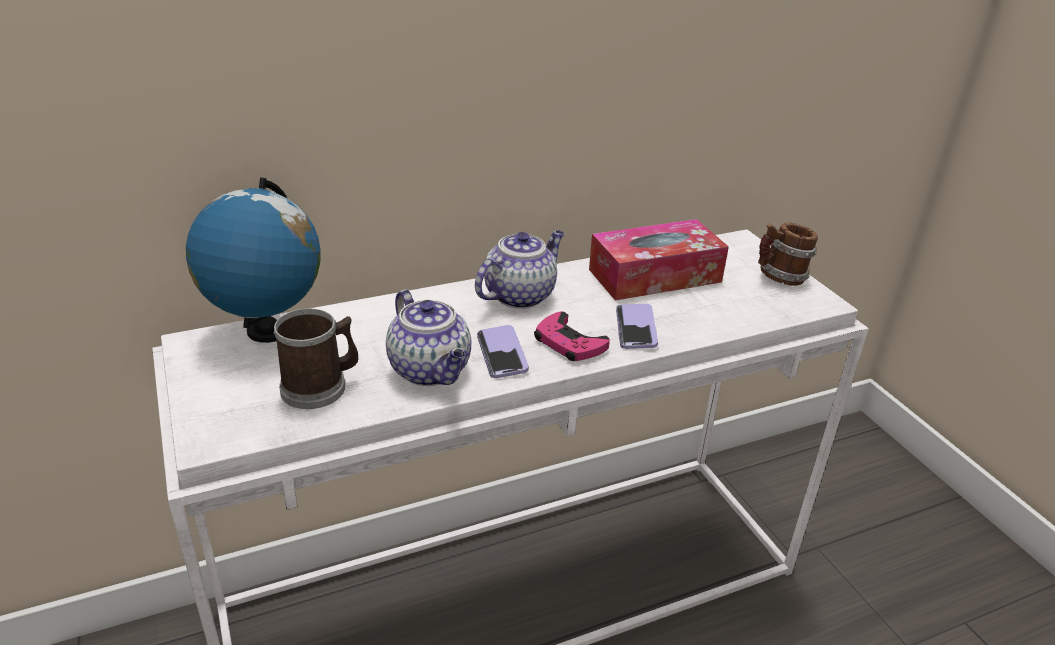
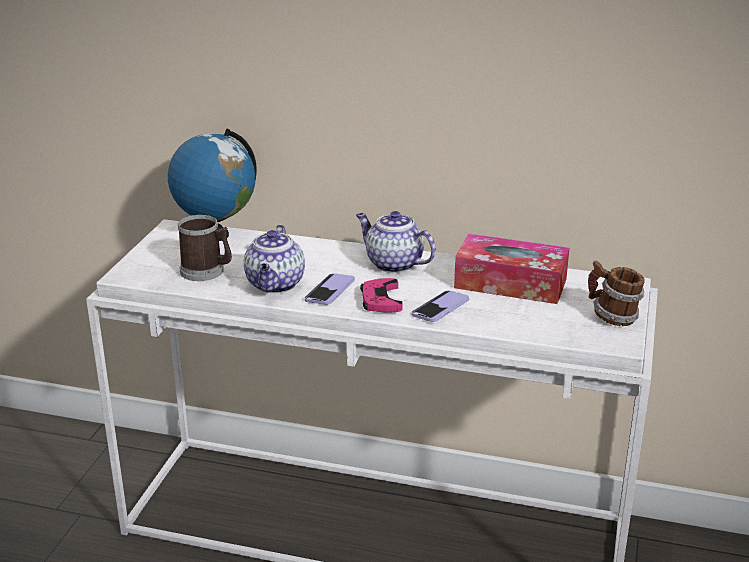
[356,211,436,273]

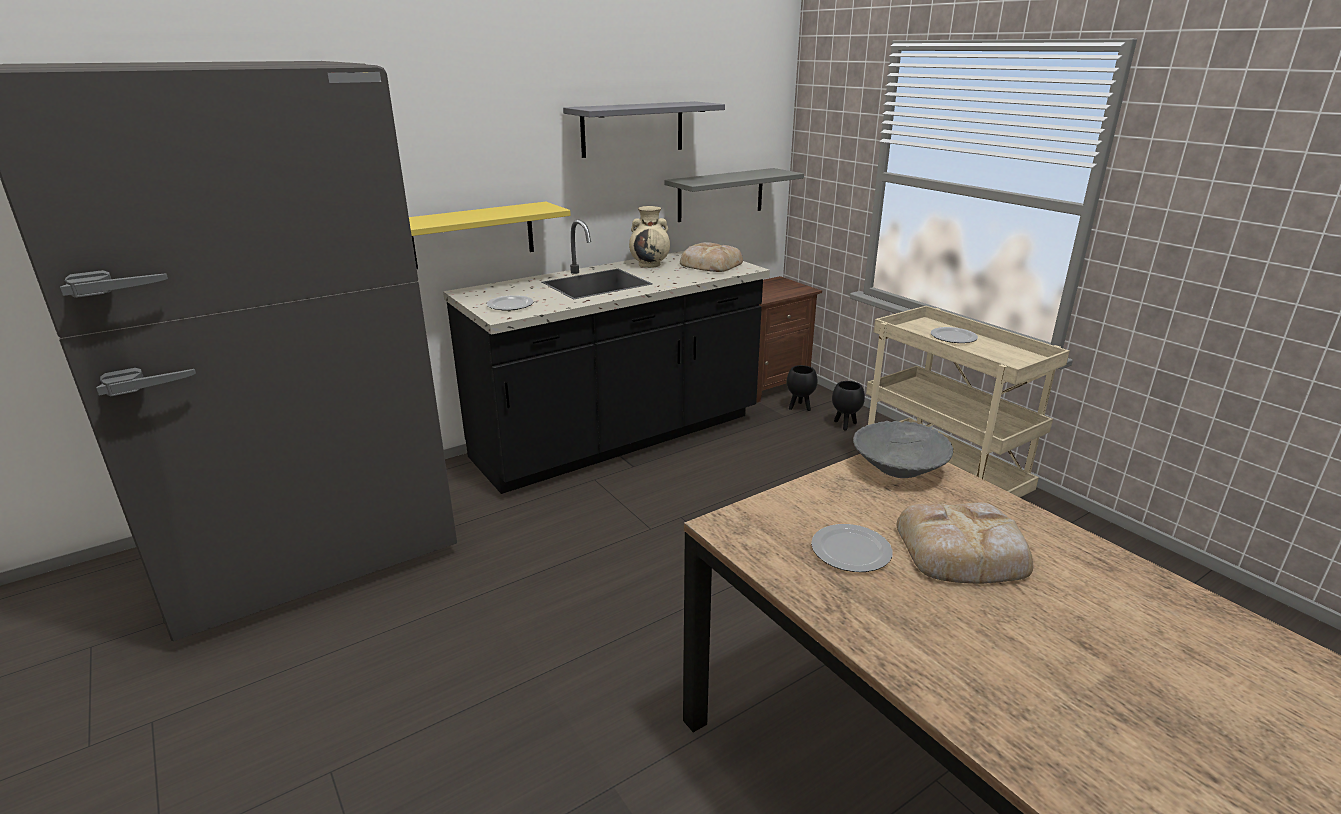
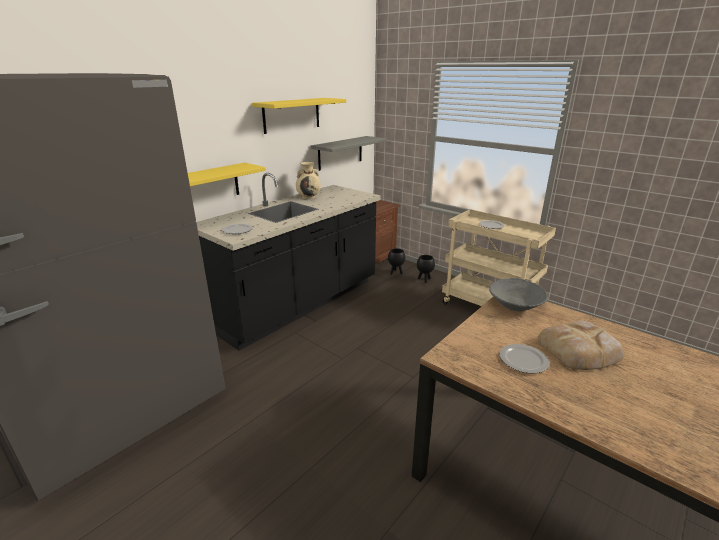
[680,242,743,272] (first image)
[252,98,346,134]

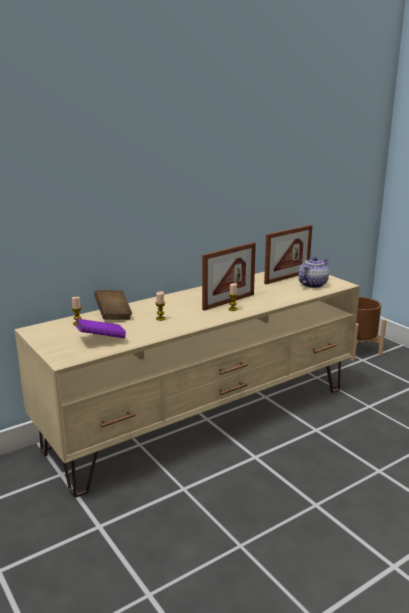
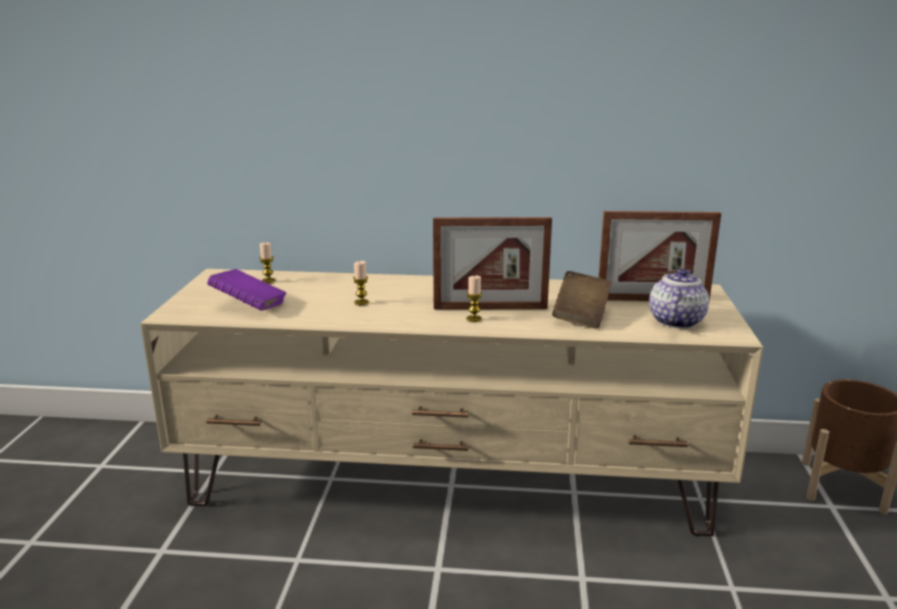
[552,271,612,329]
[649,269,709,329]

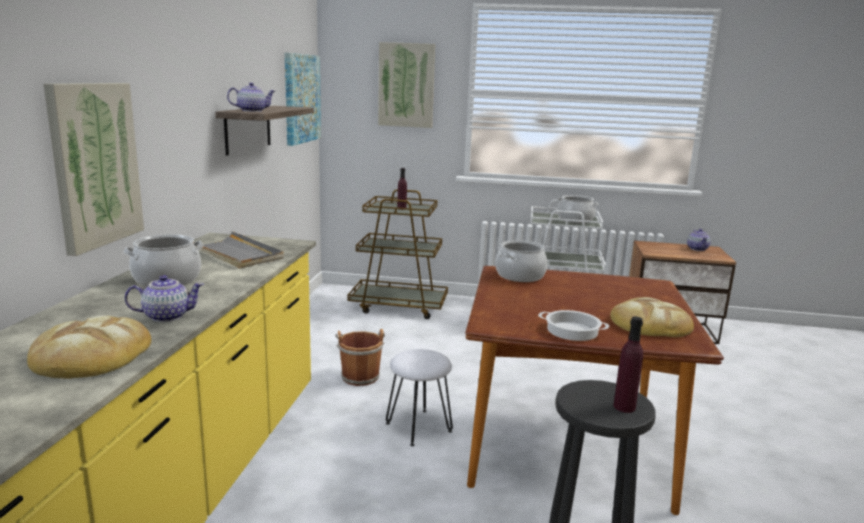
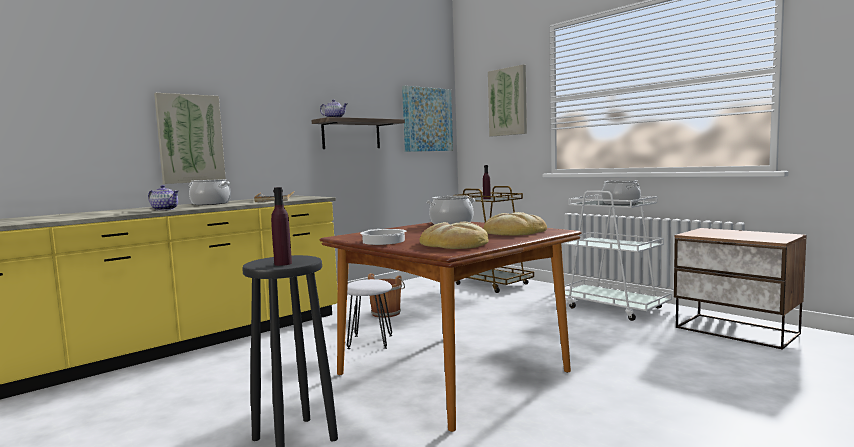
[687,229,711,251] (first image)
[483,212,547,236]

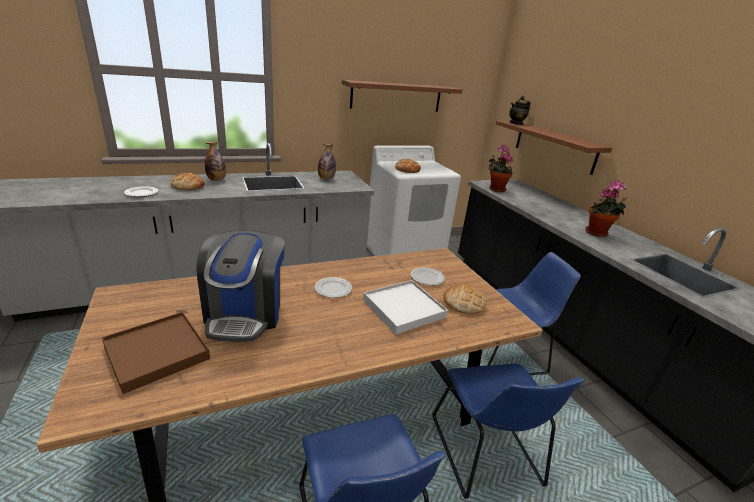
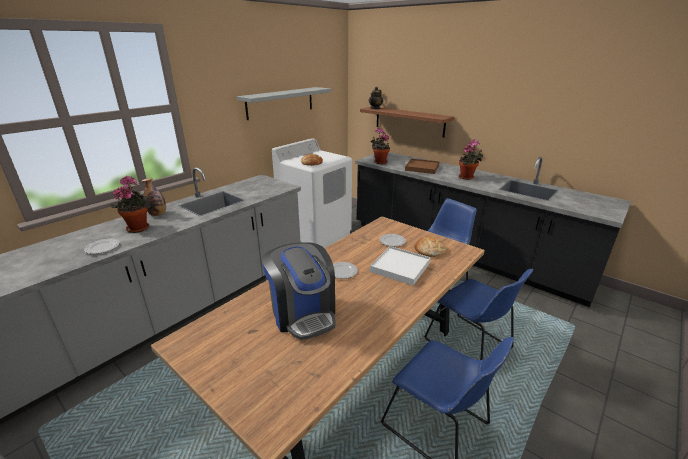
[318,144,336,179] (first image)
[405,159,439,174]
[111,176,151,233]
[236,87,331,120]

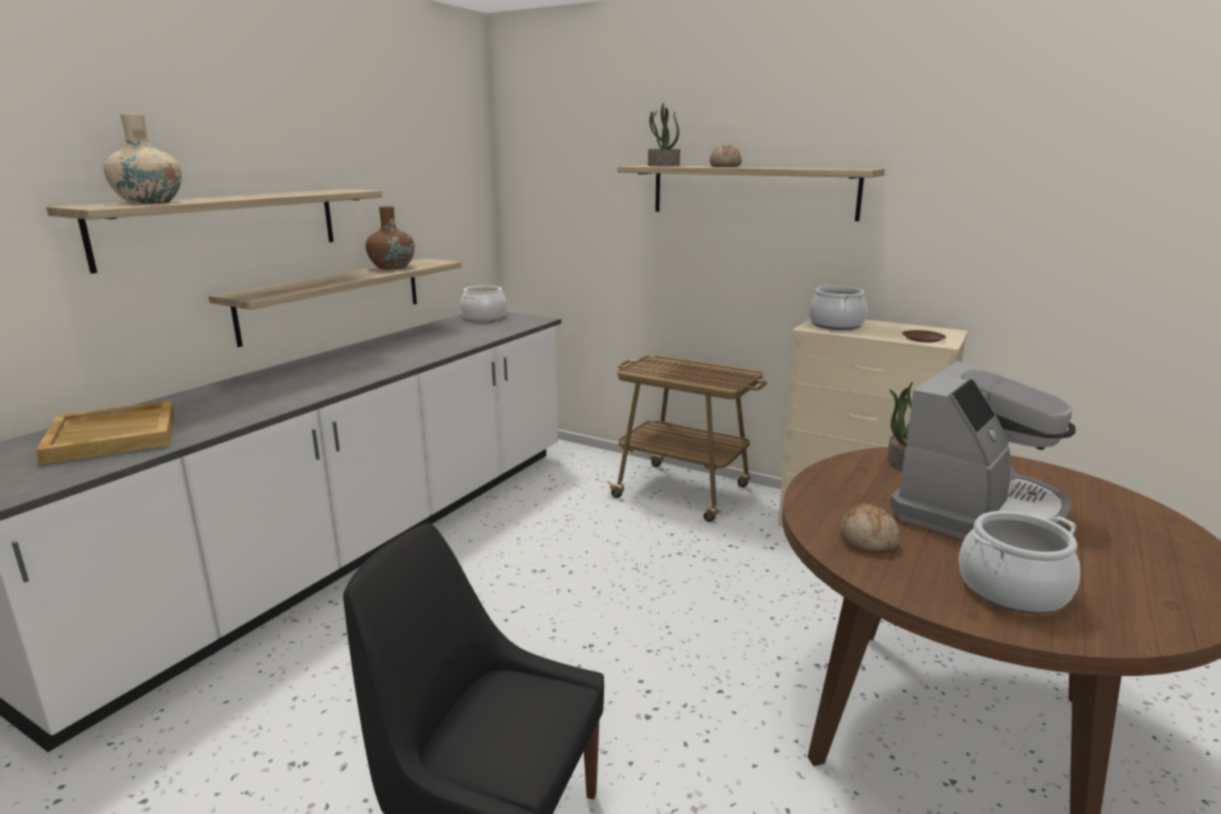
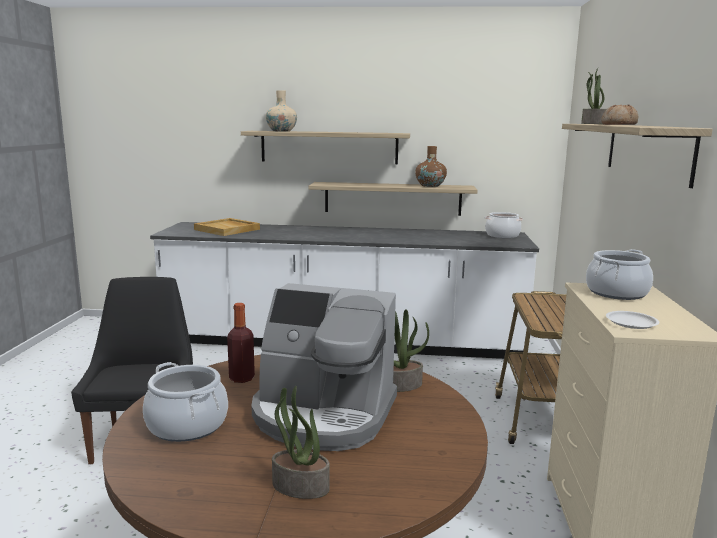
[272,386,330,499]
[227,303,255,383]
[606,311,659,329]

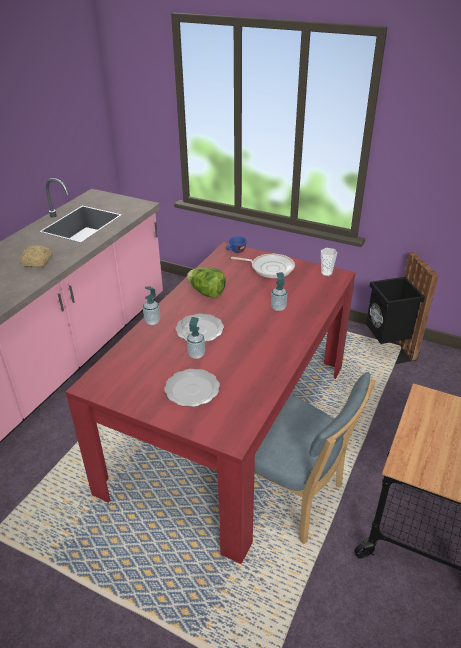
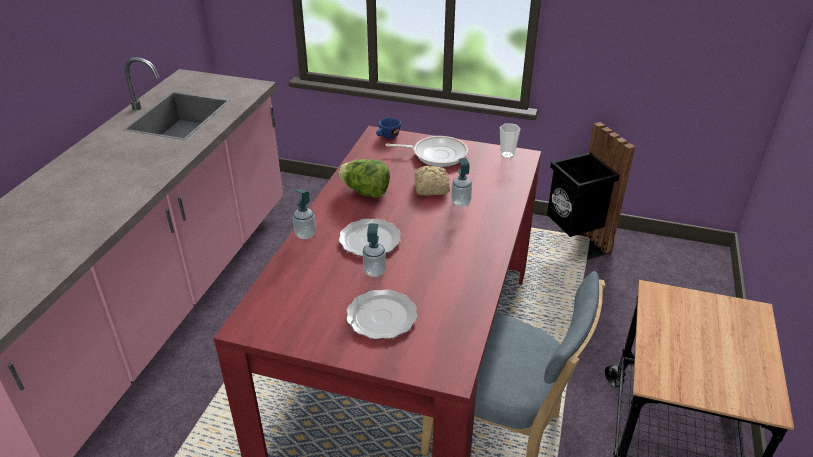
[414,165,450,196]

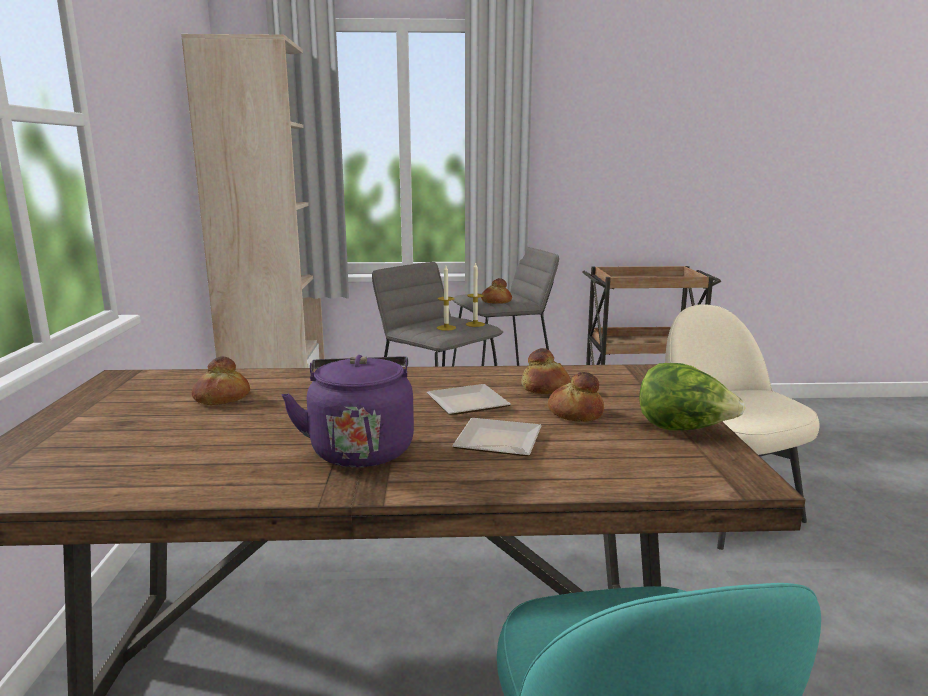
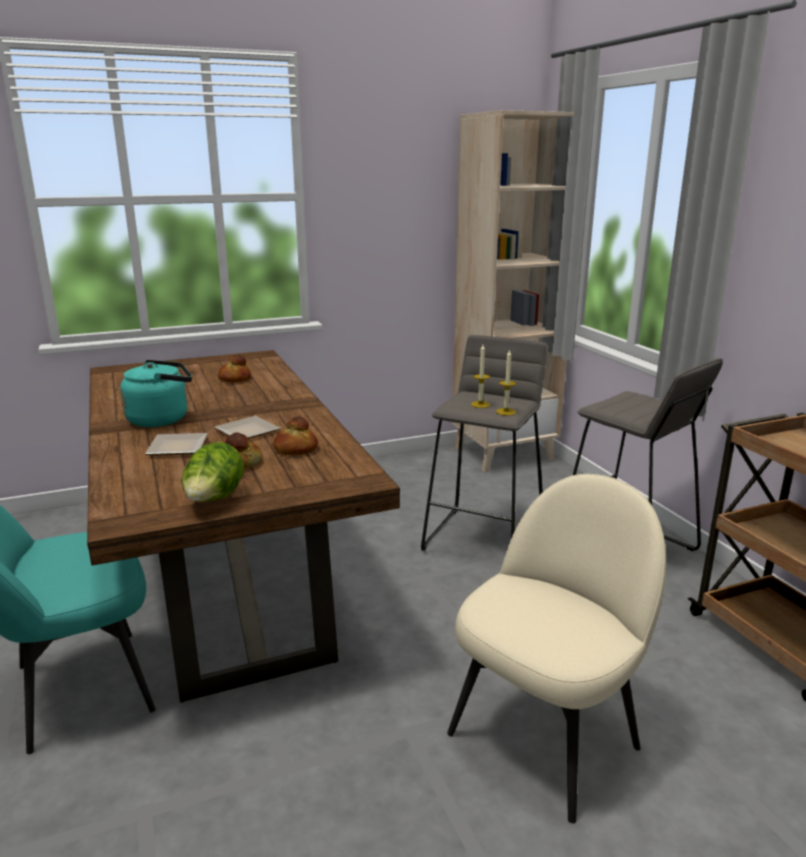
[481,278,512,304] (first image)
[120,360,192,427]

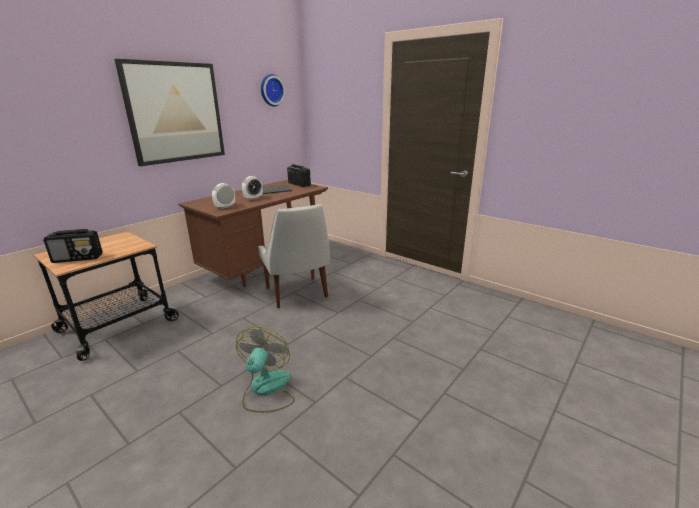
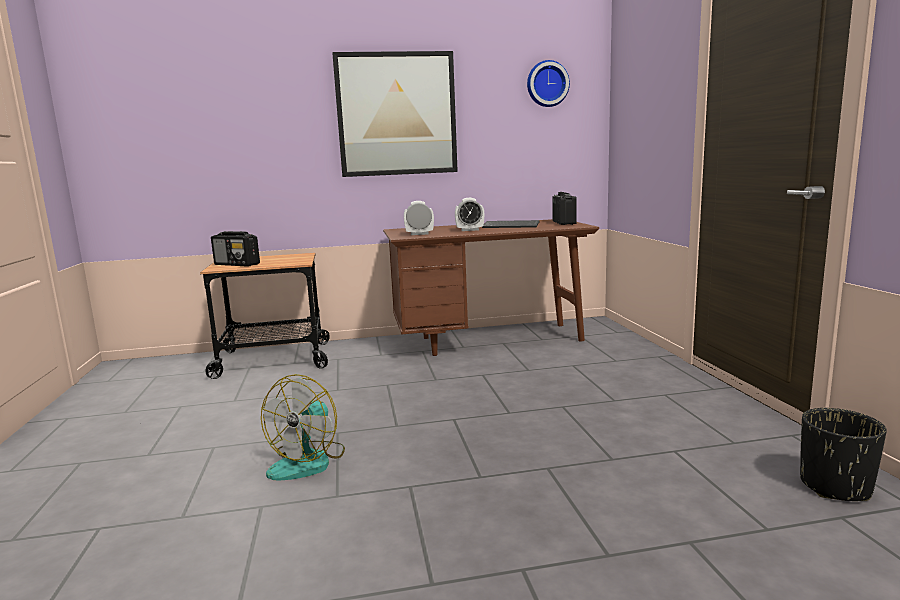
[258,204,330,308] (first image)
[800,408,887,501]
[261,374,345,480]

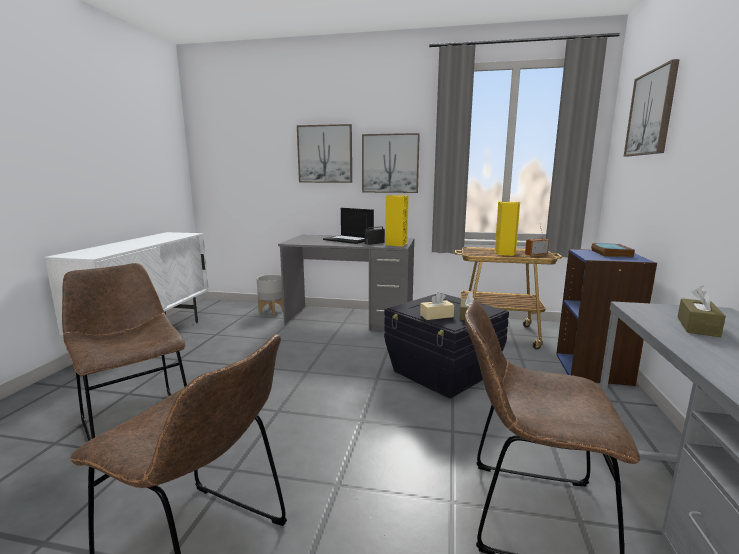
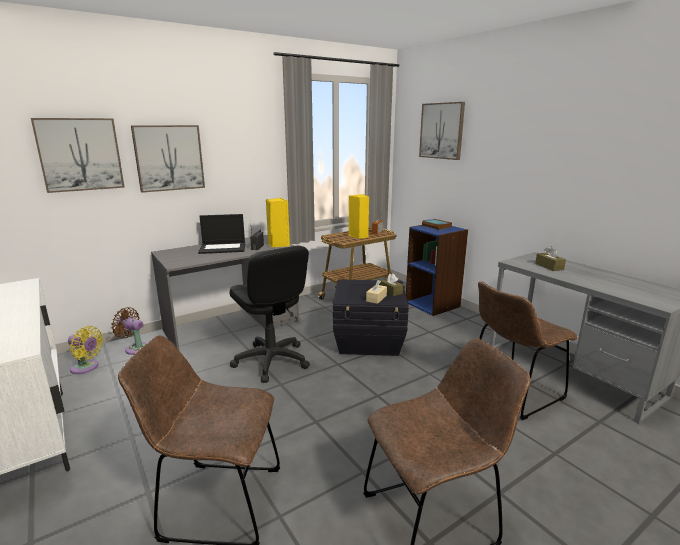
[68,326,103,374]
[229,245,310,383]
[31,118,125,193]
[111,307,147,355]

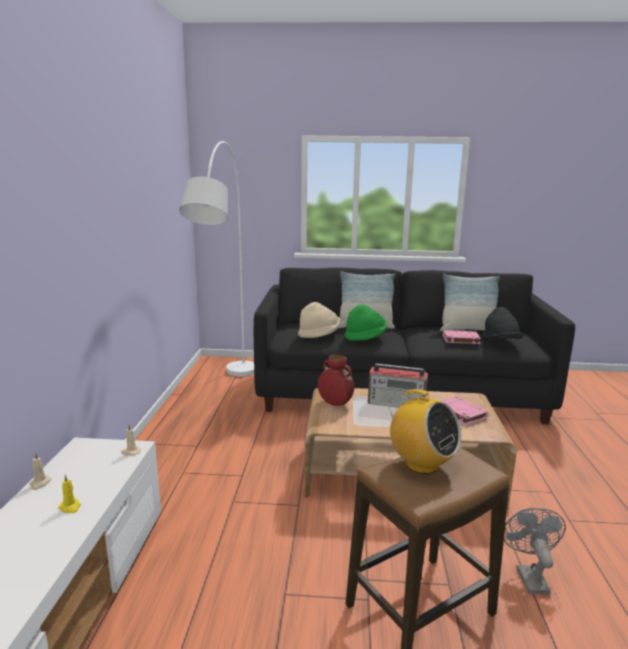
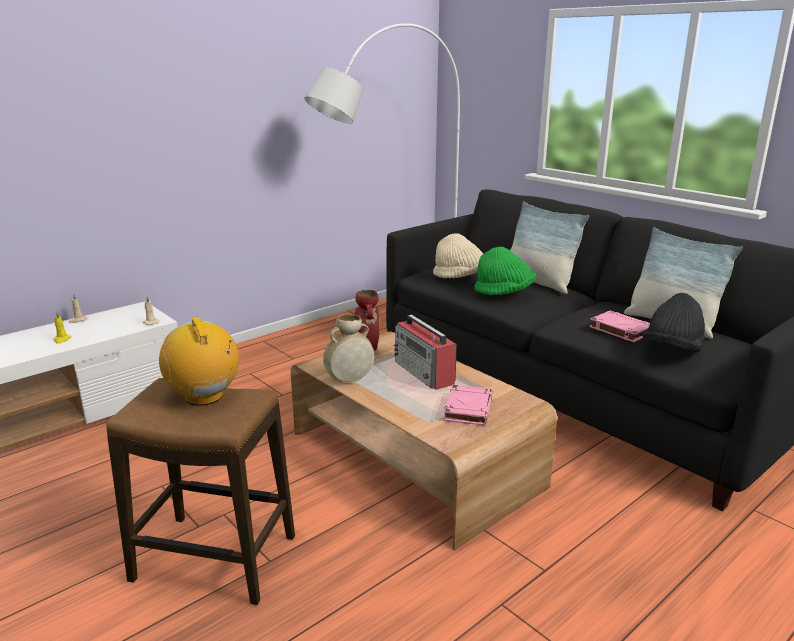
[504,508,566,595] (first image)
[323,314,374,382]
[159,317,239,406]

